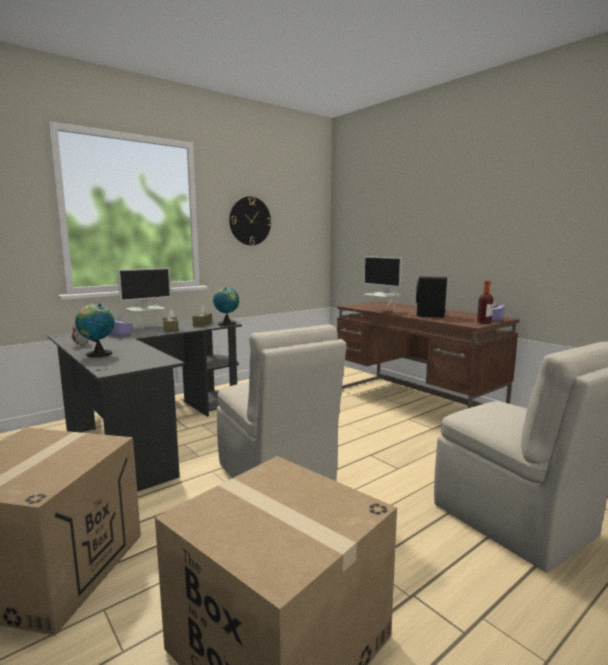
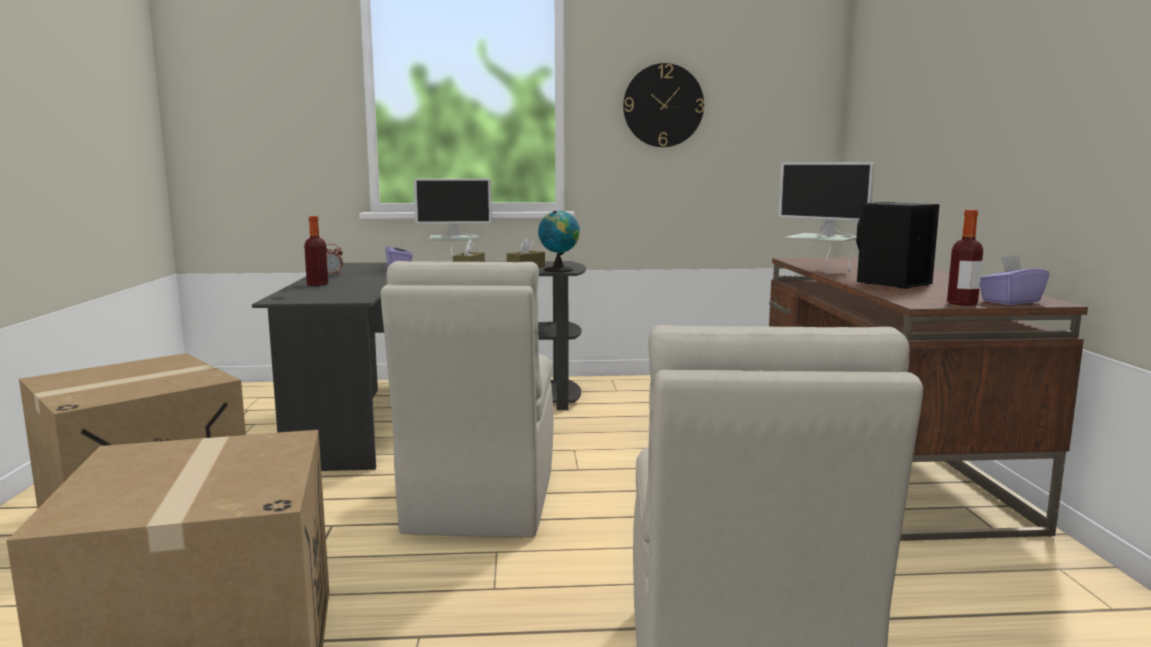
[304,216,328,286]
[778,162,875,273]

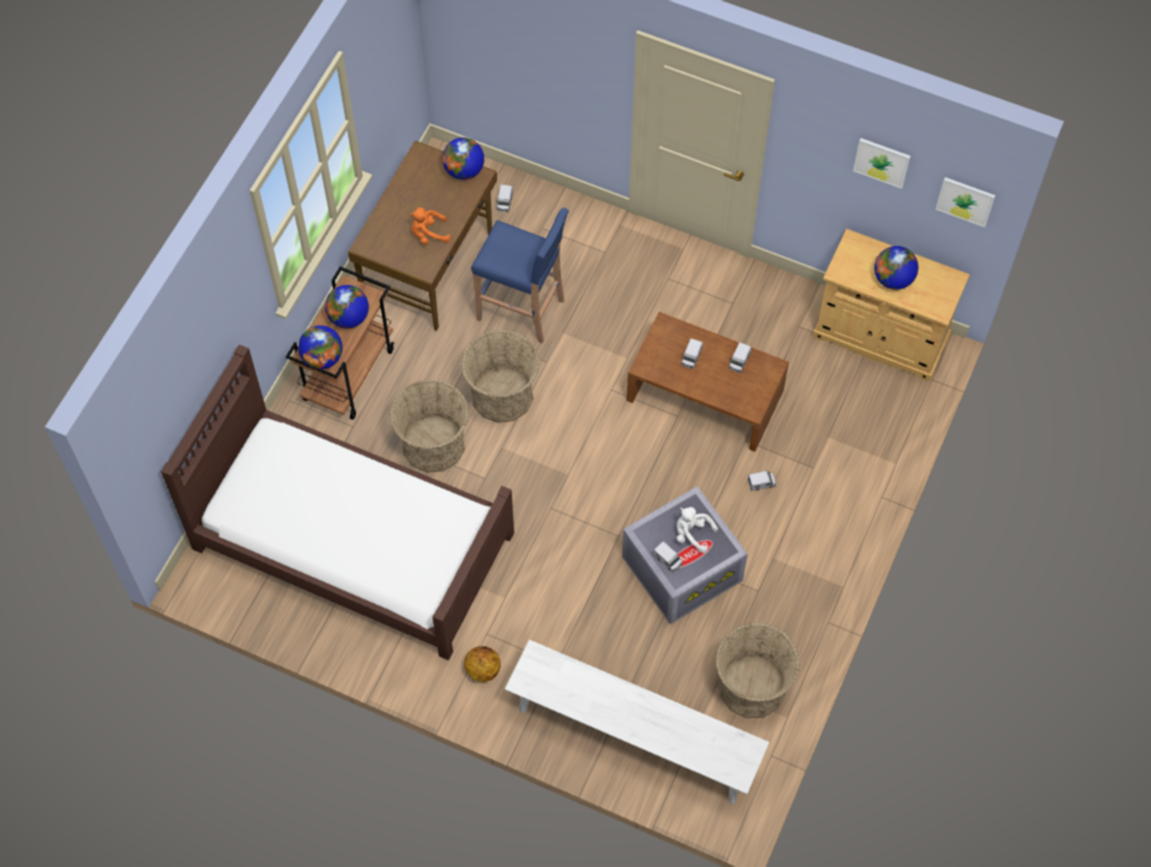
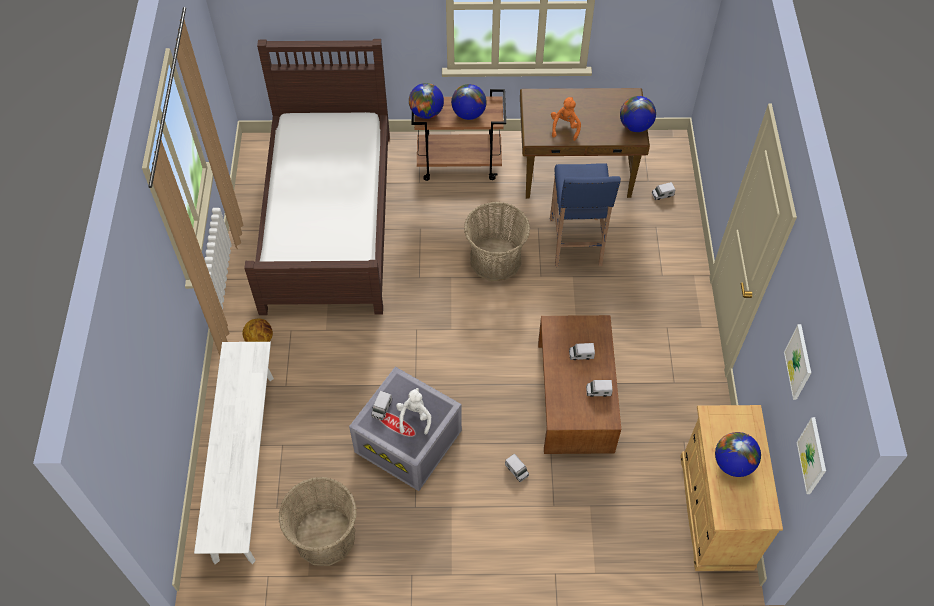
[390,379,469,473] (first image)
[551,97,581,141]

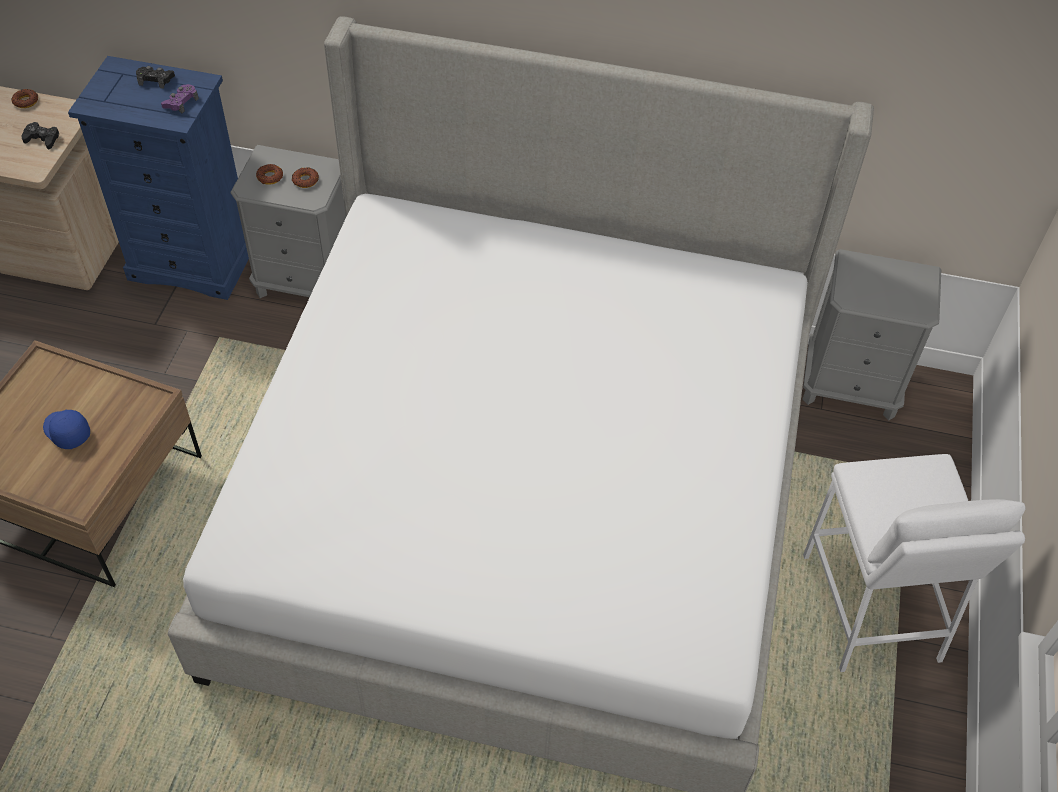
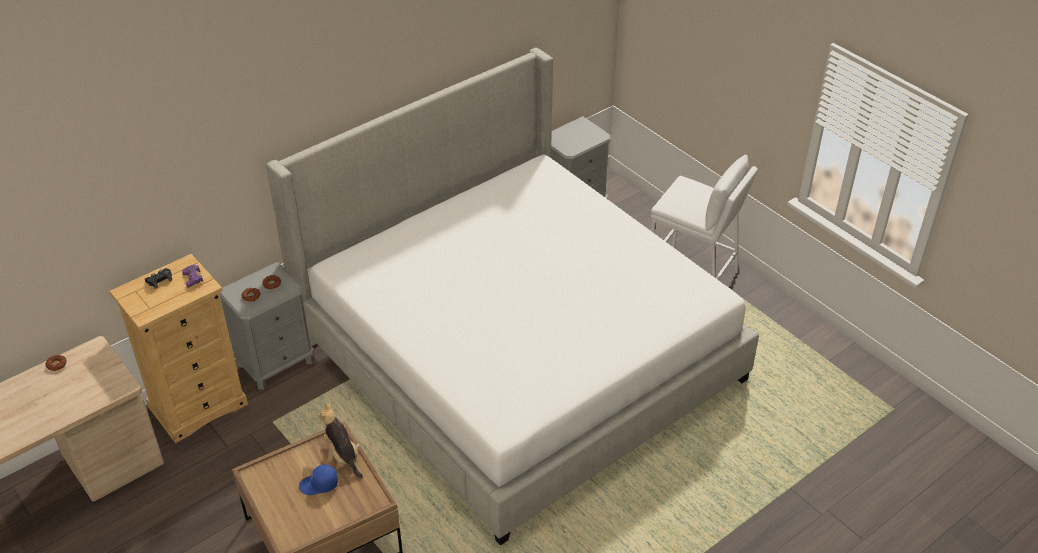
[22,122,60,149] (first image)
[318,403,363,478]
[110,254,248,443]

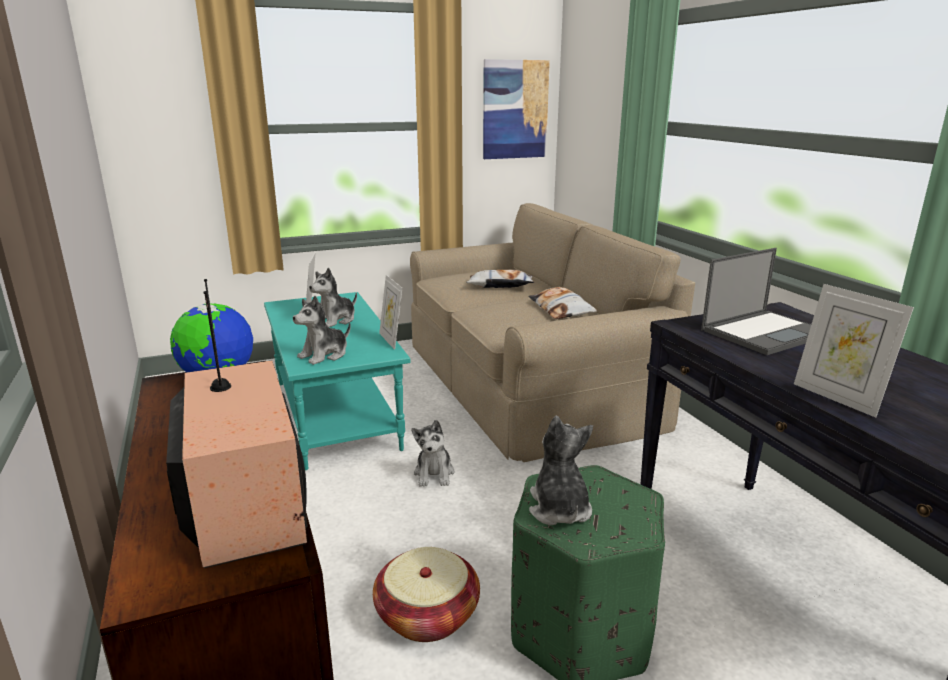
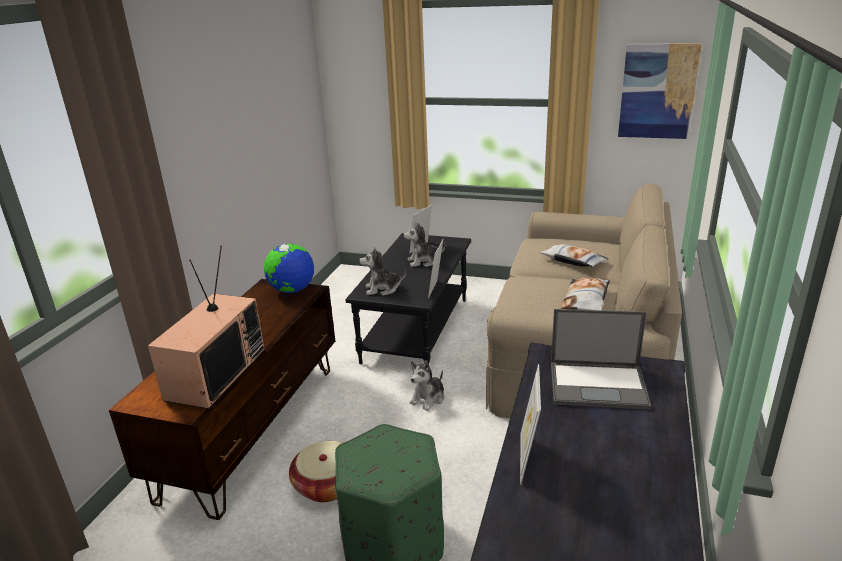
[529,416,593,525] (first image)
[345,233,471,364]

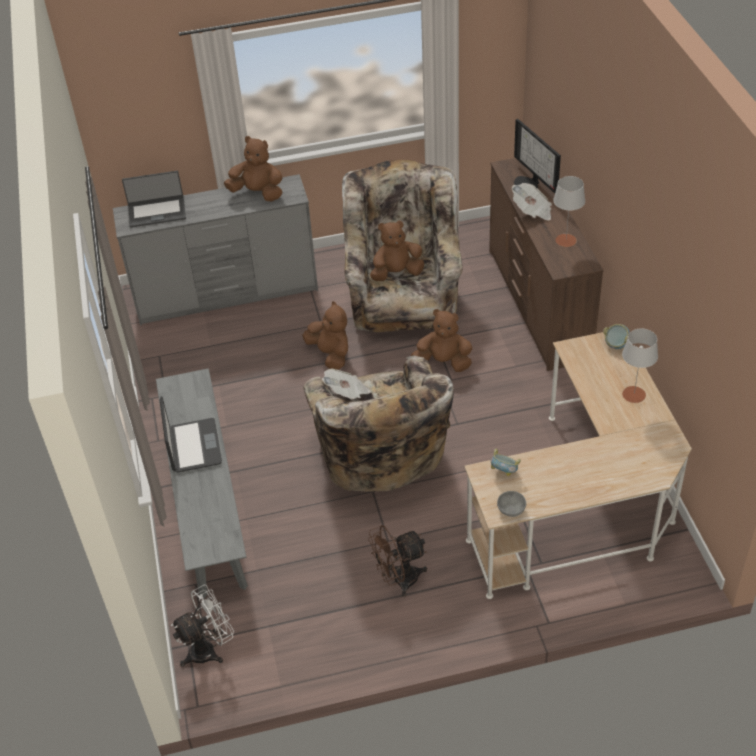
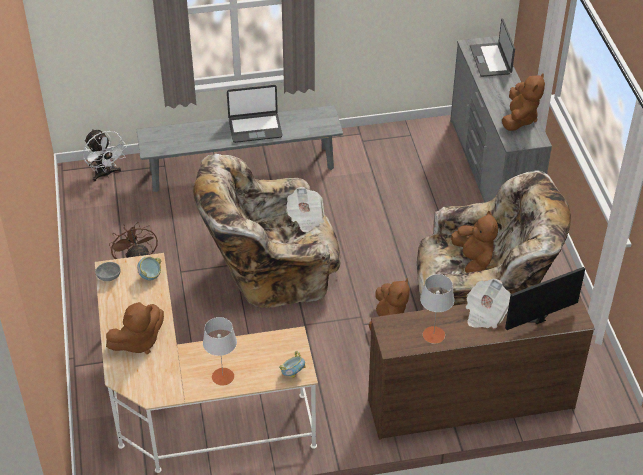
[106,302,164,354]

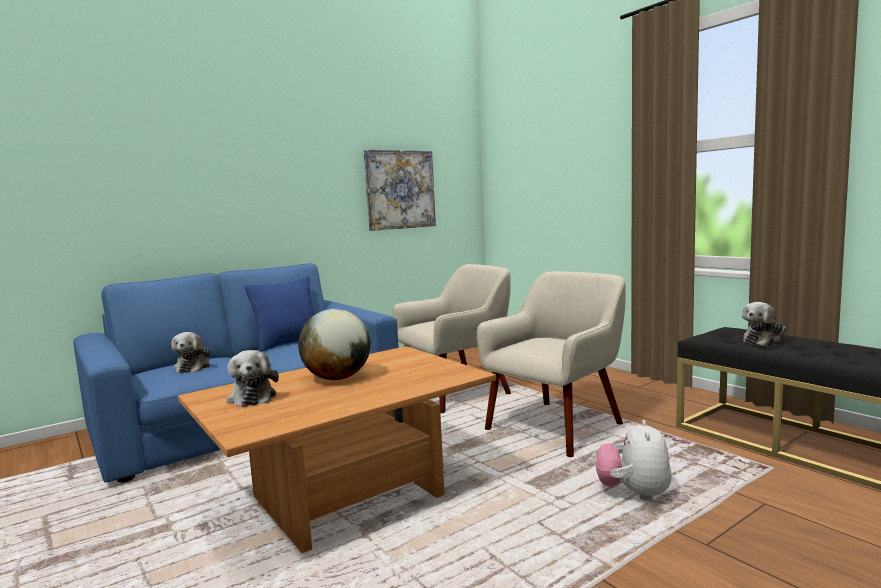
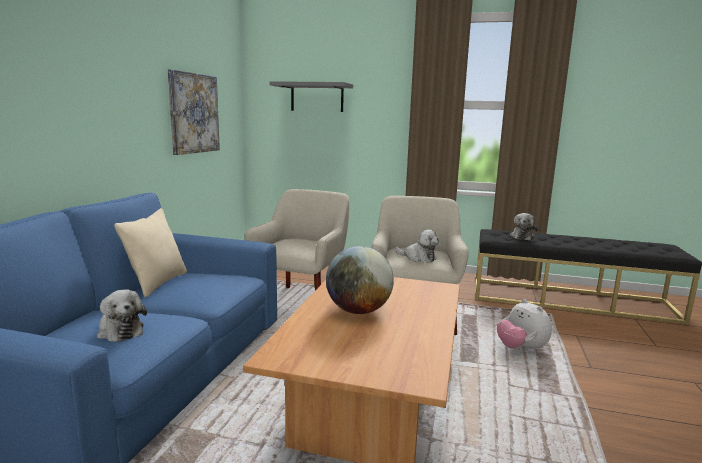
[270,81,353,112]
[395,230,439,263]
[114,208,187,297]

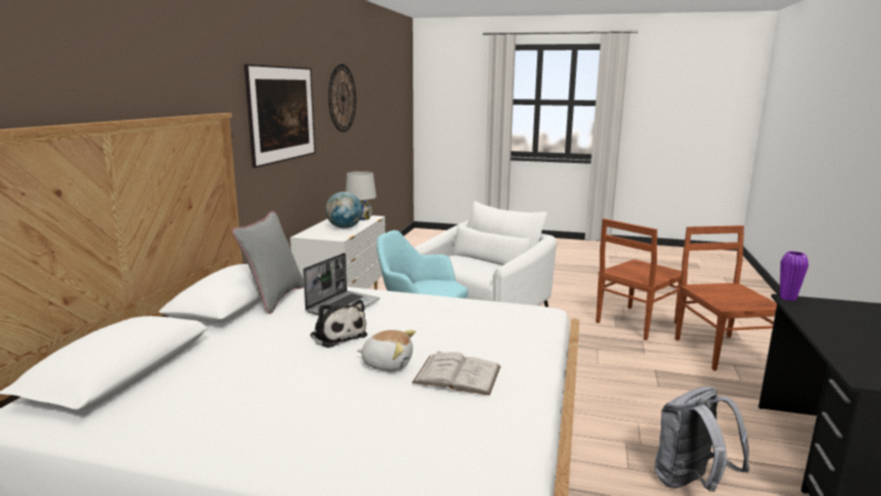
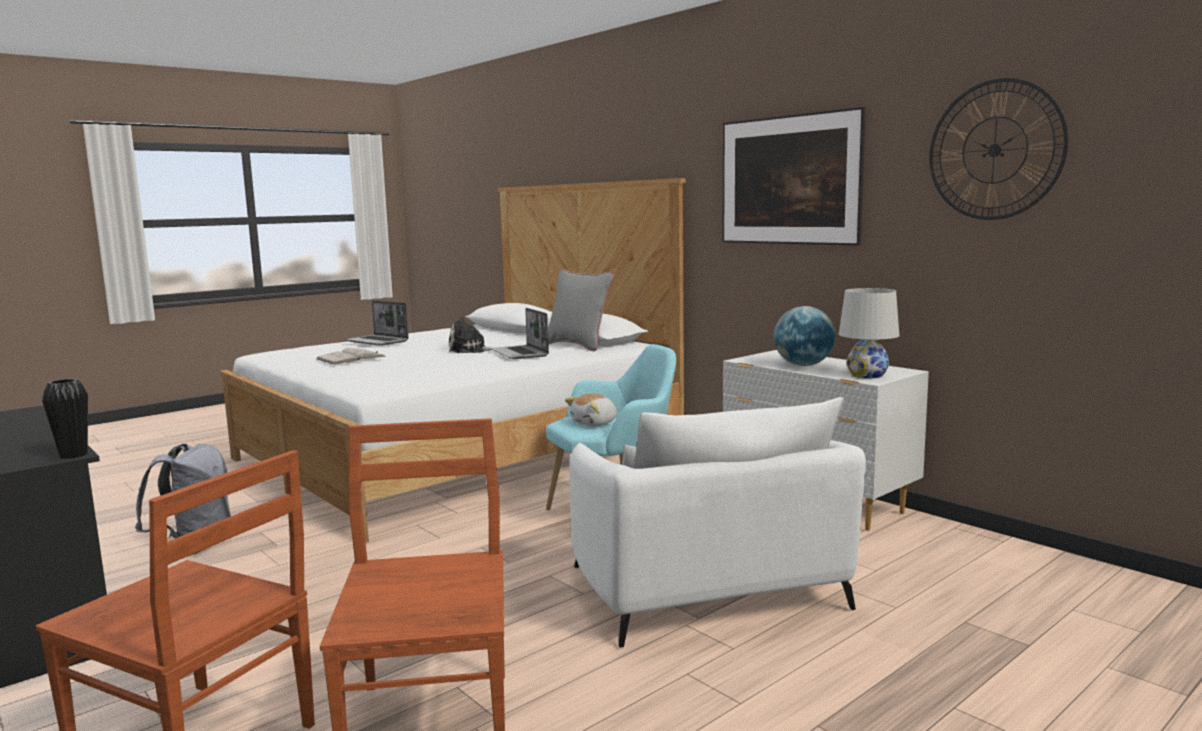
[345,300,409,346]
[565,394,617,426]
[42,379,88,459]

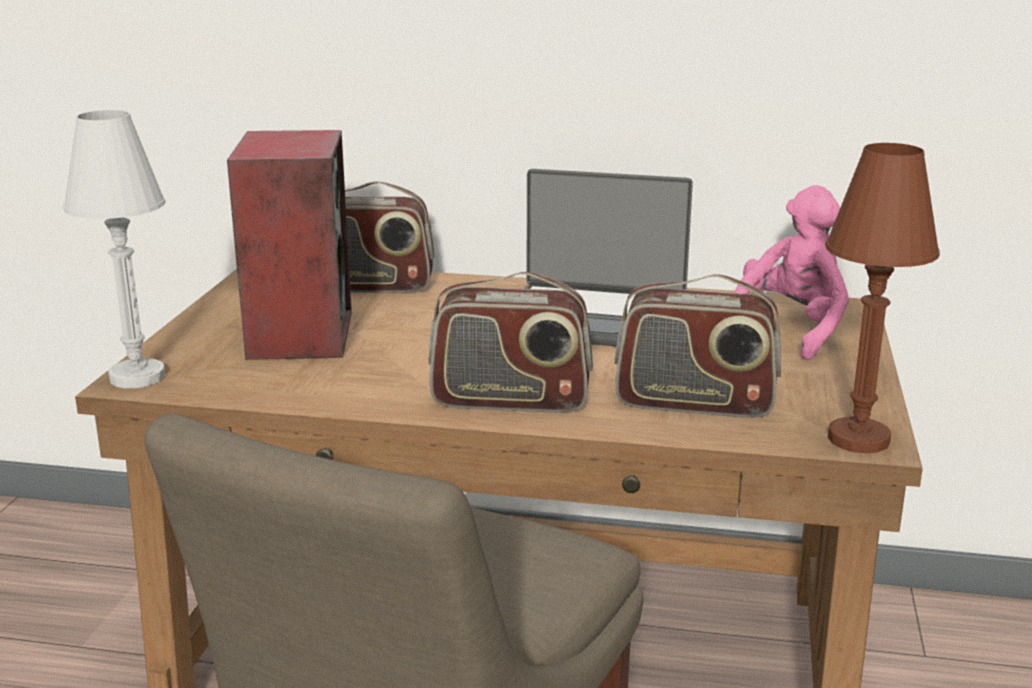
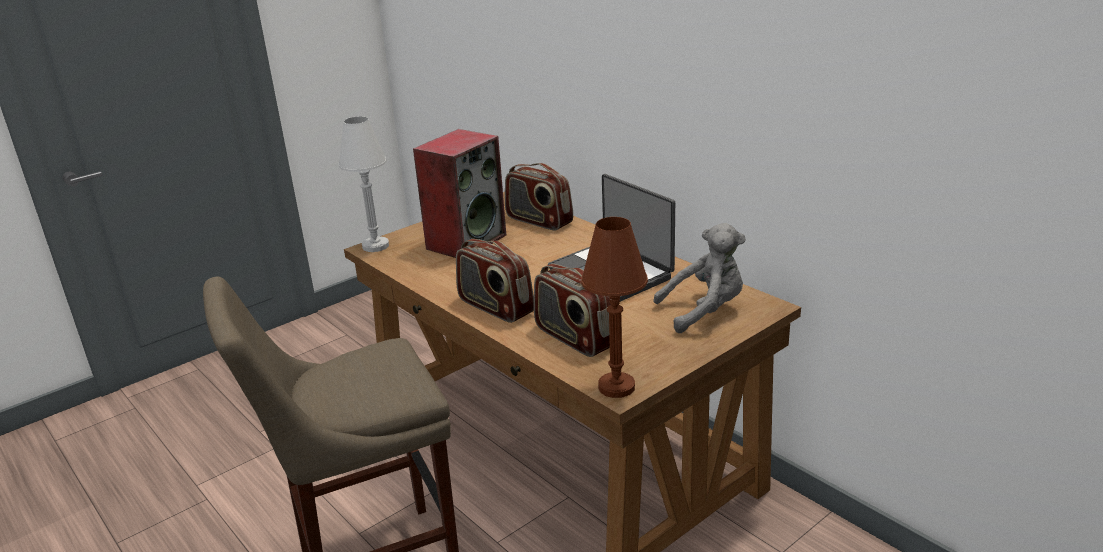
[653,223,746,333]

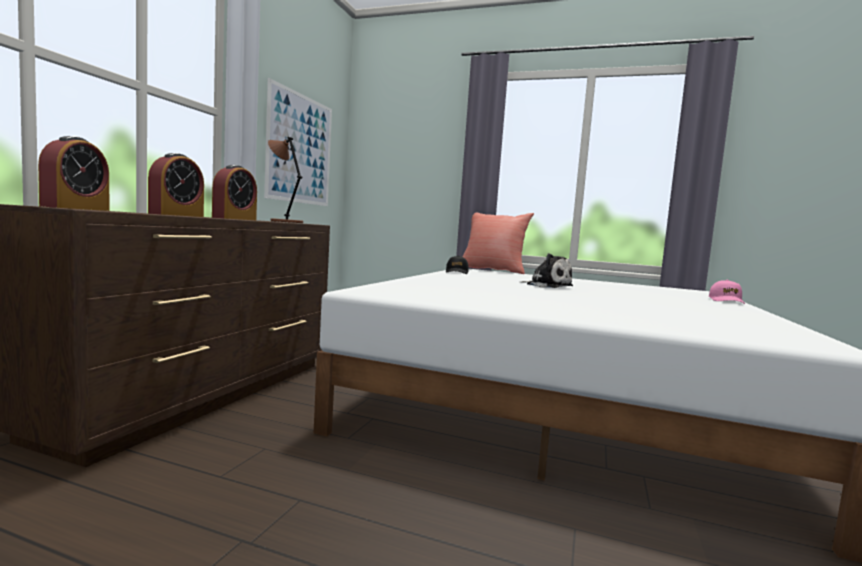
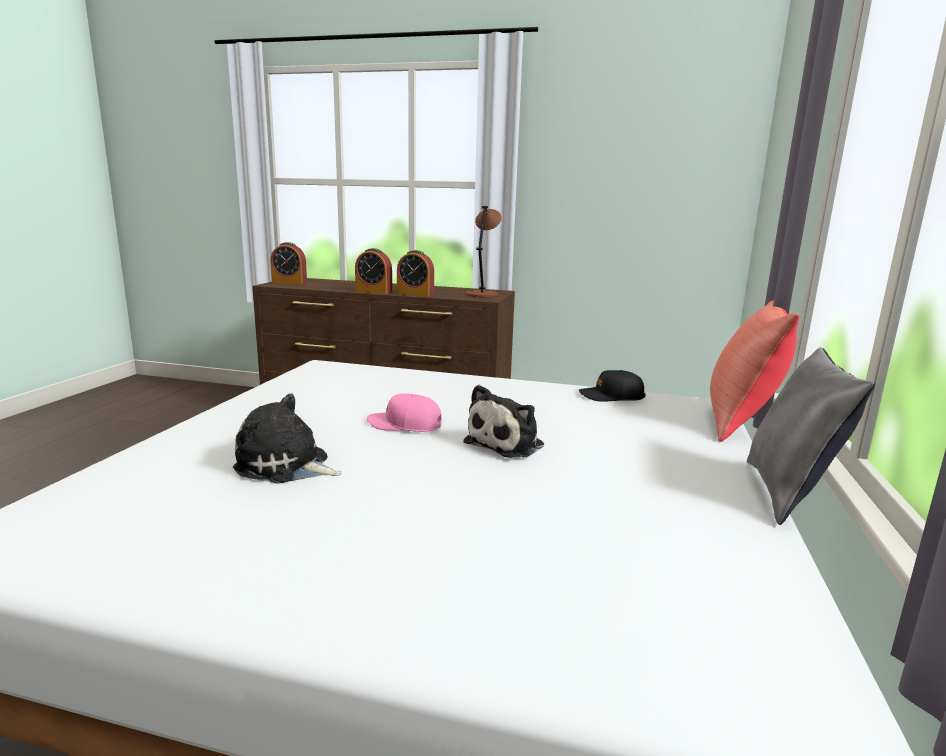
[264,78,332,206] (first image)
[233,393,342,484]
[747,347,875,525]
[397,250,434,297]
[367,394,442,432]

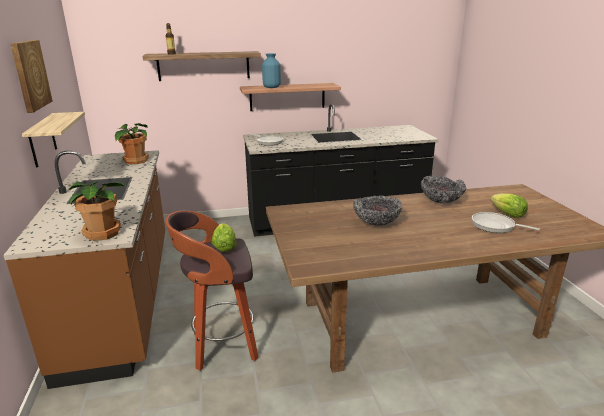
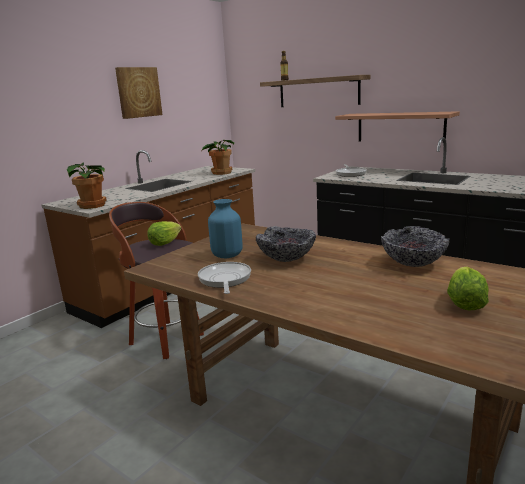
[22,112,85,168] (first image)
[208,199,243,258]
[198,262,251,294]

